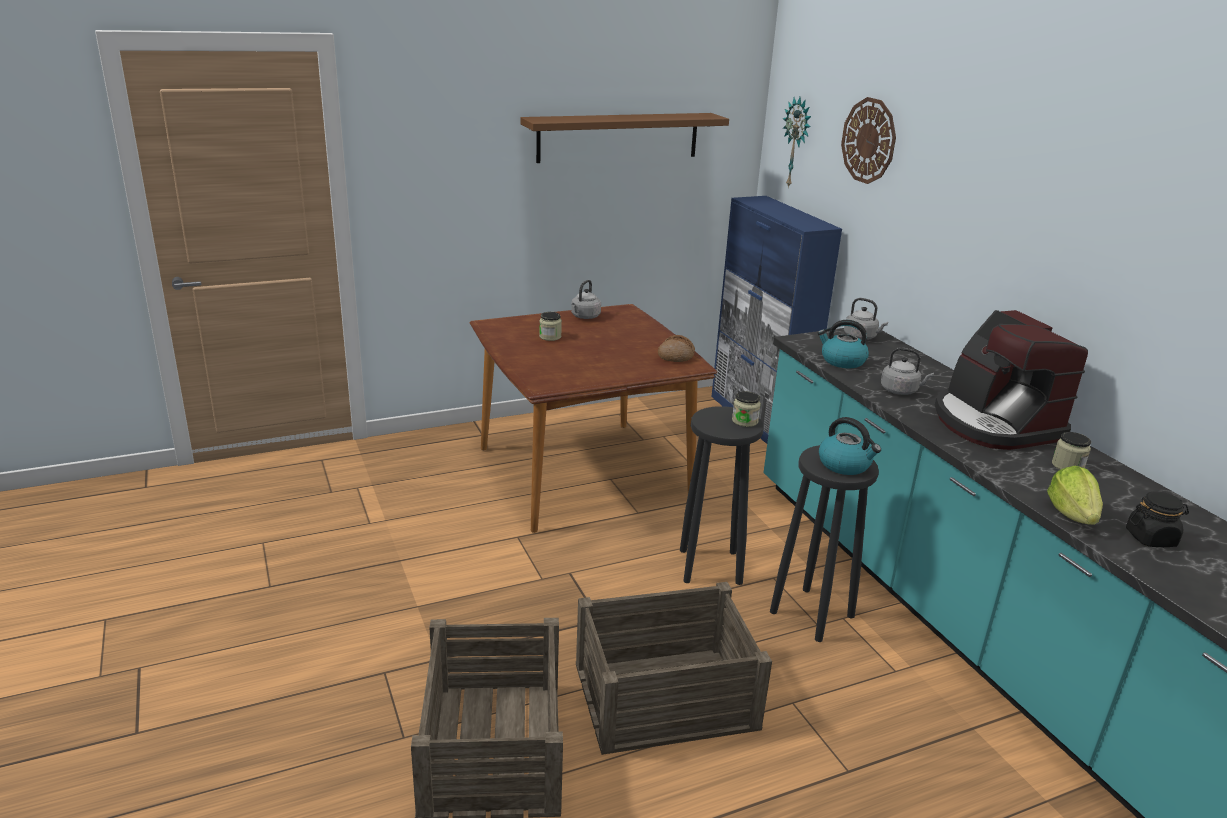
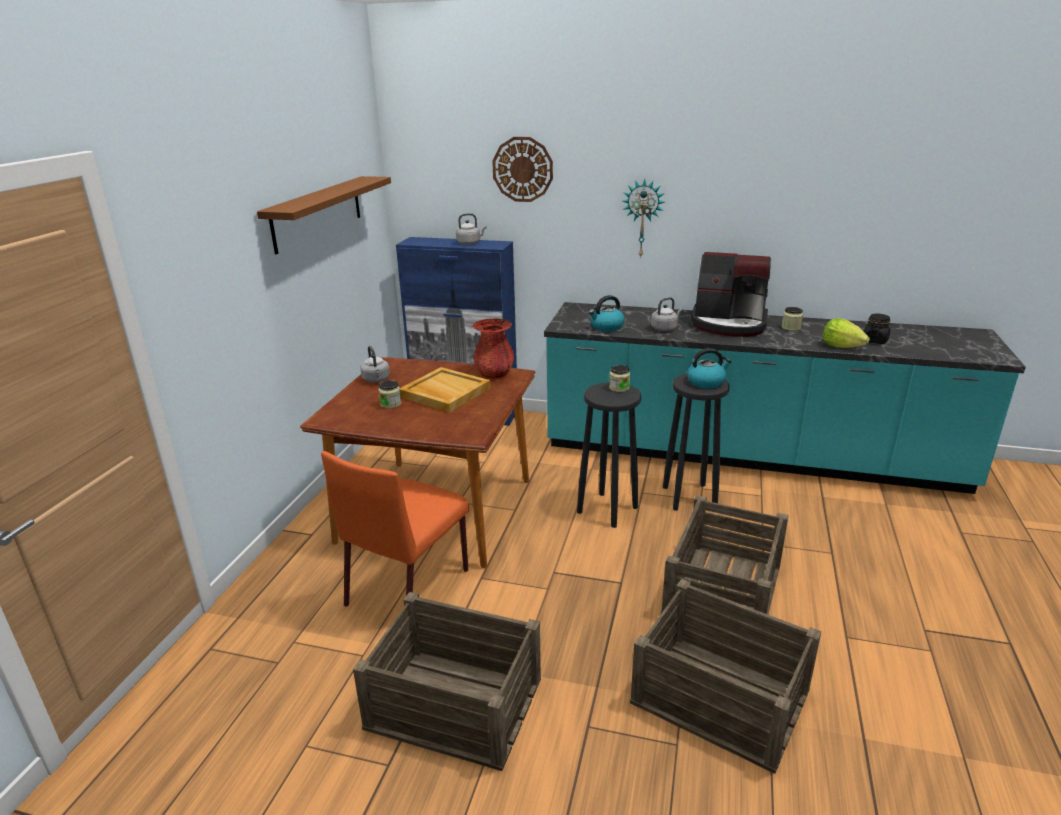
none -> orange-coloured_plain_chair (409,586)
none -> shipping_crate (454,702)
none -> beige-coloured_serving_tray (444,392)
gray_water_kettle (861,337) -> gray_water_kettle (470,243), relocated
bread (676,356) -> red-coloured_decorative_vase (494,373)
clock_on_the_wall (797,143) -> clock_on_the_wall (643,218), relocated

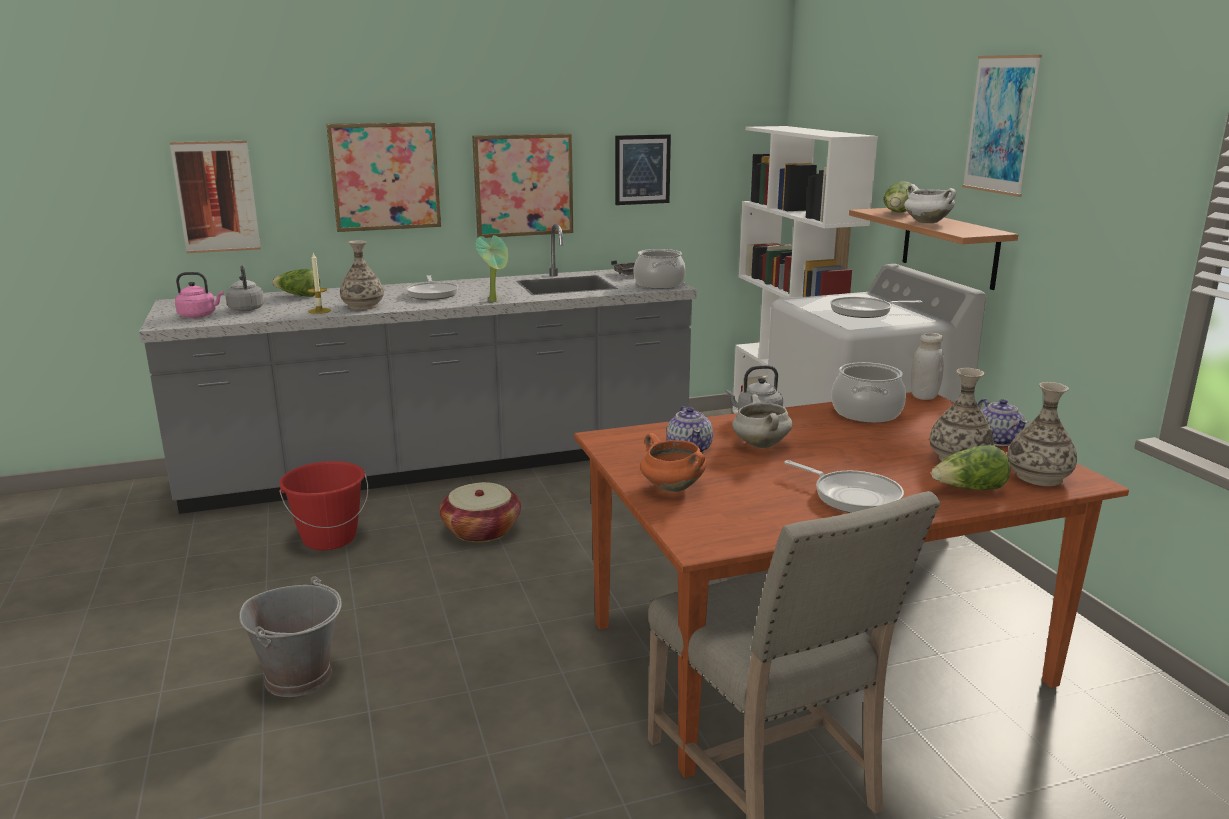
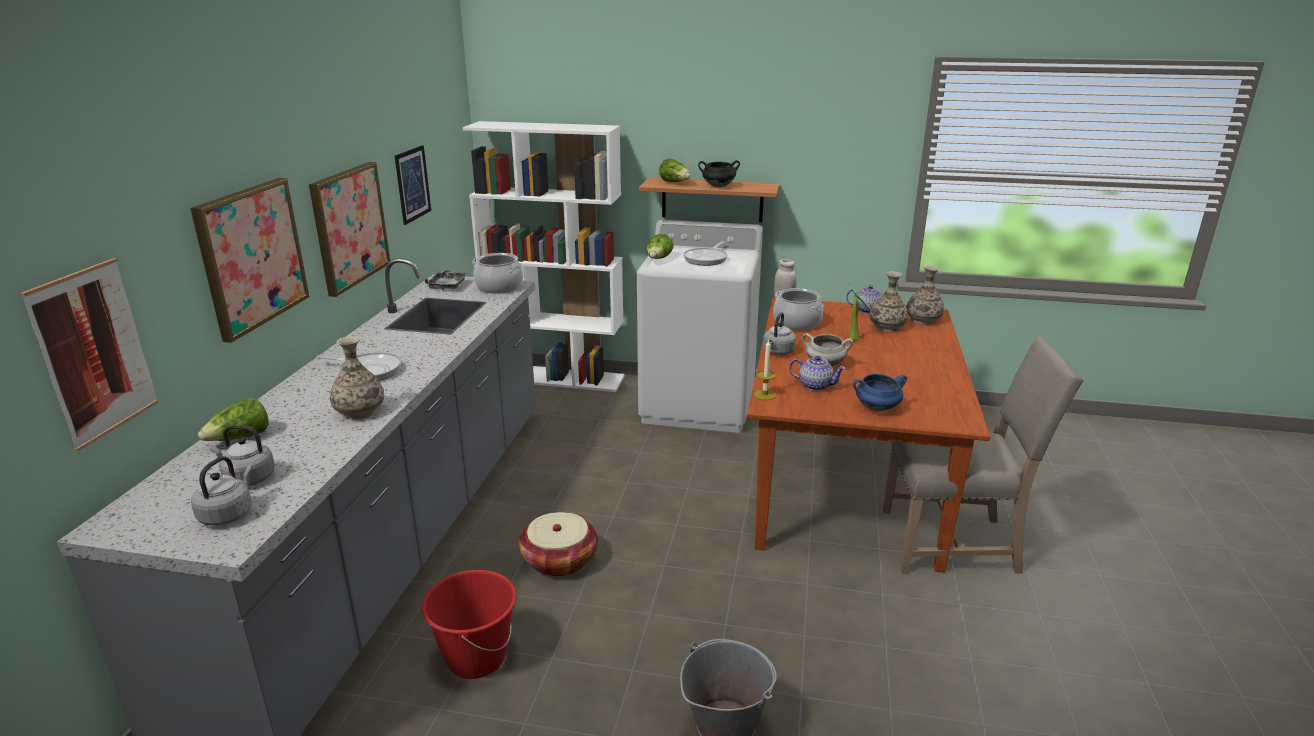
pink_water_kettle (199,315) -> gray_water_kettle (228,514)
lettuce_head (969,489) -> lettuce_head (659,259), relocated
white_stockpot (926,222) -> blackish_stockpot (718,186)
candle (319,311) -> candle (765,394), relocated
plant_in_a_pot (495,301) -> plant_in_a_pot (855,338), relocated
orange-coloured_stockpot (671,488) -> blue_stockpot (876,408)
pan (852,496) -> none
picture (1000,125) -> none

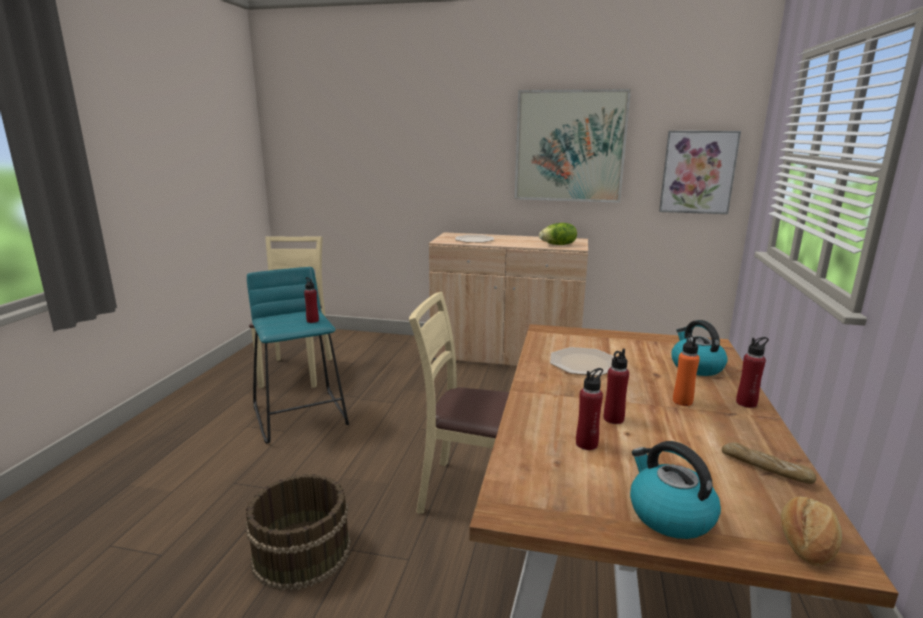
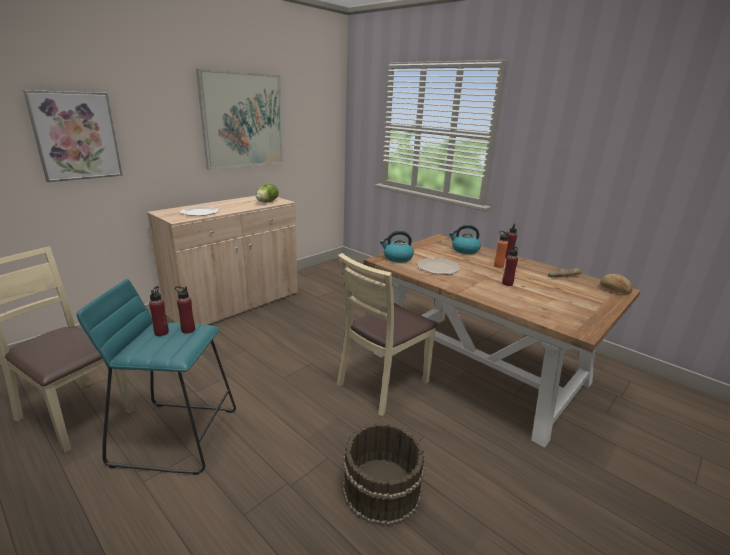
picture (697,172) -> picture (76,136), relocated
red-coloured_drink_bottle (587,444) -> red-coloured_drink_bottle (161,332), relocated
water_kettle (669,515) -> water_kettle (397,258), relocated

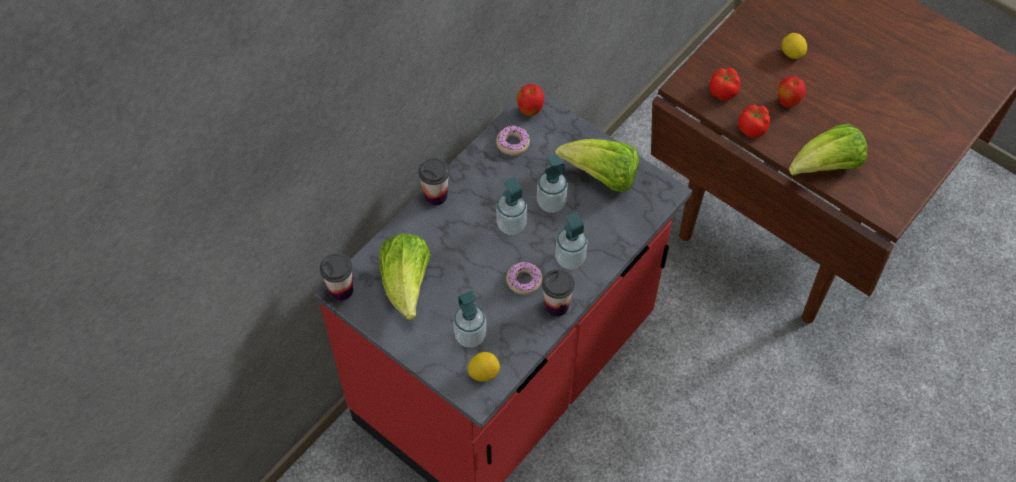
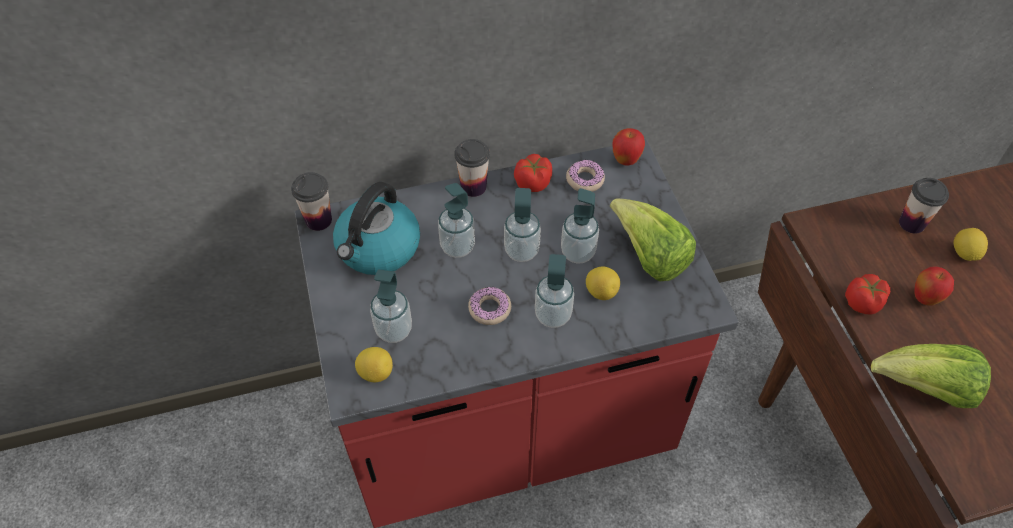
lettuce_head (406,285) -> water_kettle (378,249)
none -> soap_bottle (457,247)
fresh_tomato (723,91) -> fresh_tomato (533,183), relocated
none -> lemon (601,292)
drinking_cup (556,306) -> drinking_cup (911,223), relocated

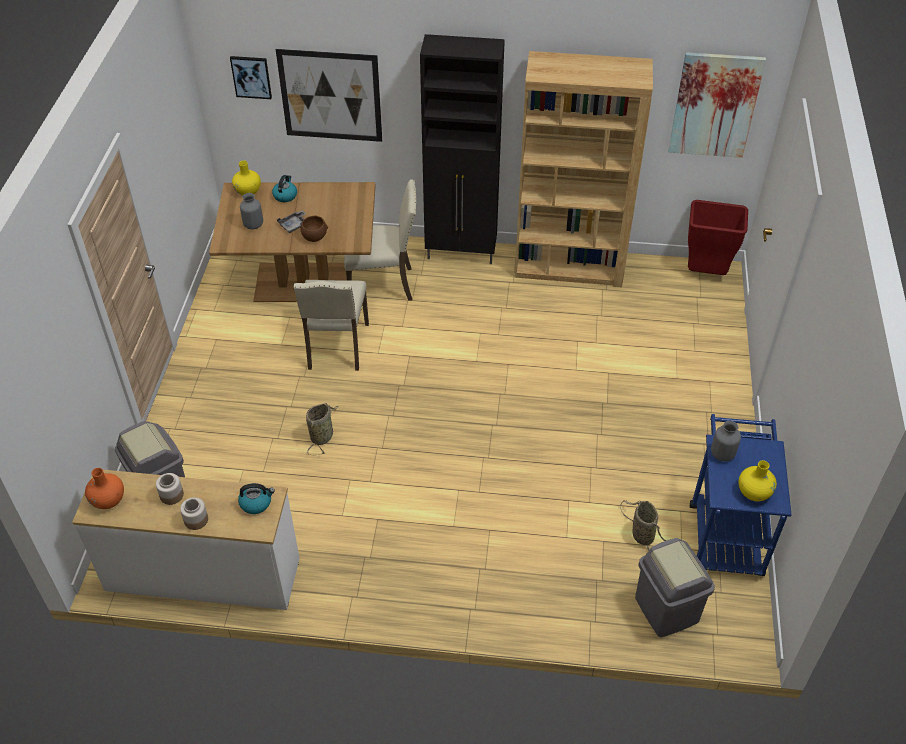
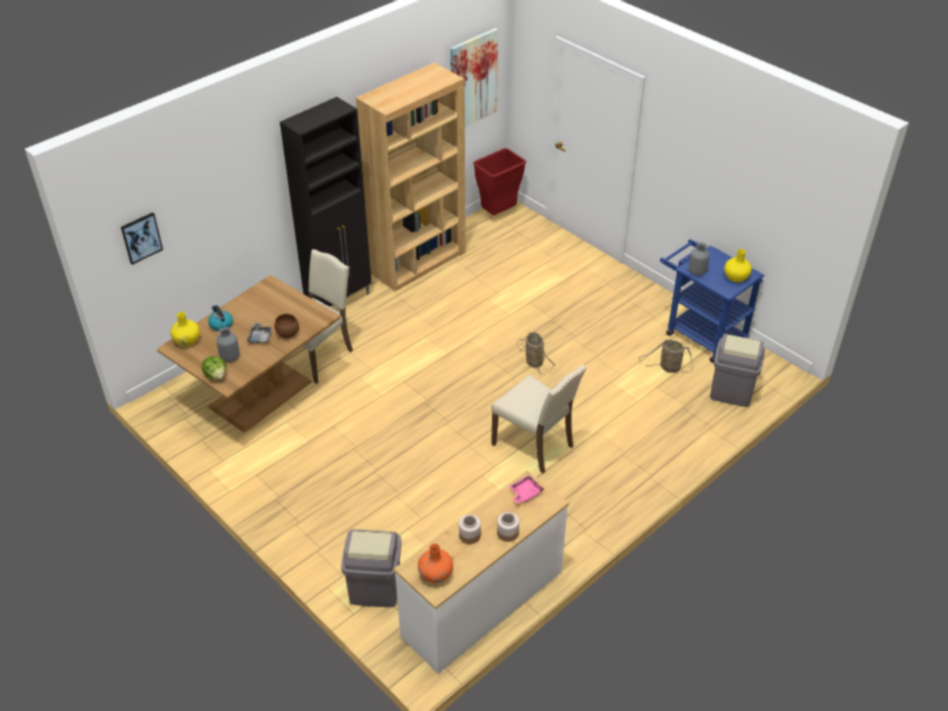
none -> lettuce_head (216,376)
beige-coloured_plain_chair (336,347) -> beige-coloured_plain_chair (535,445), relocated
water_kettle (256,503) -> pink_serving_tray (525,493)
household_basket (322,436) -> household_basket (533,361), relocated
picture (330,96) -> none

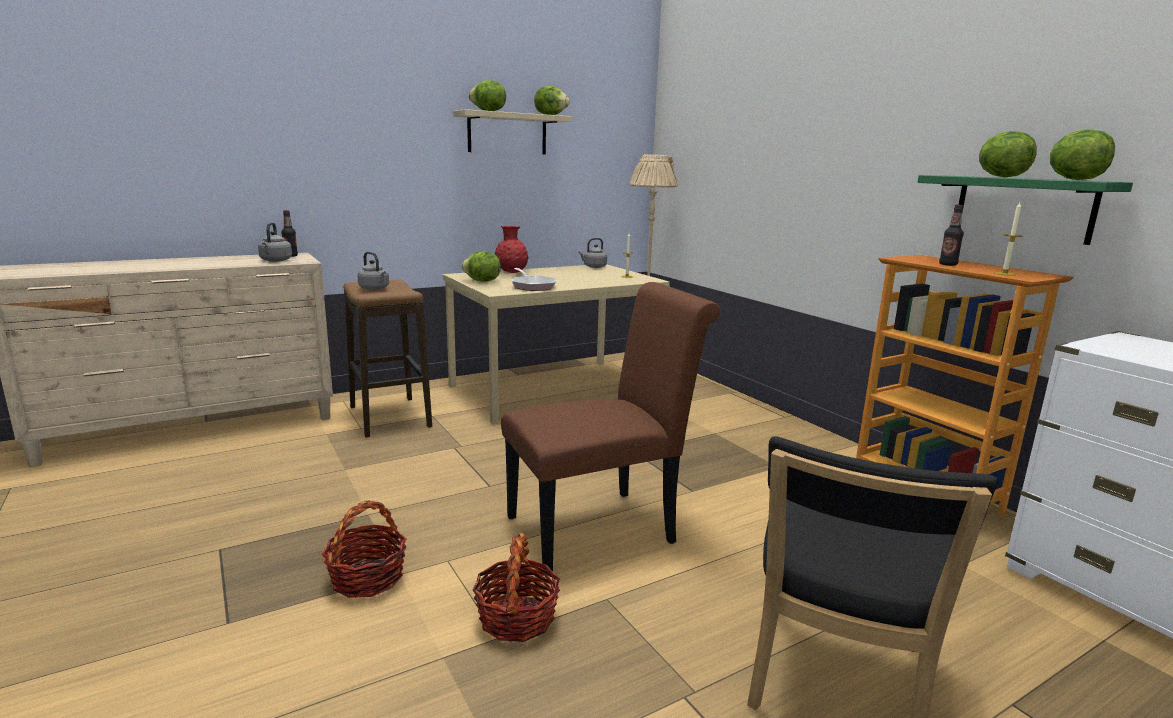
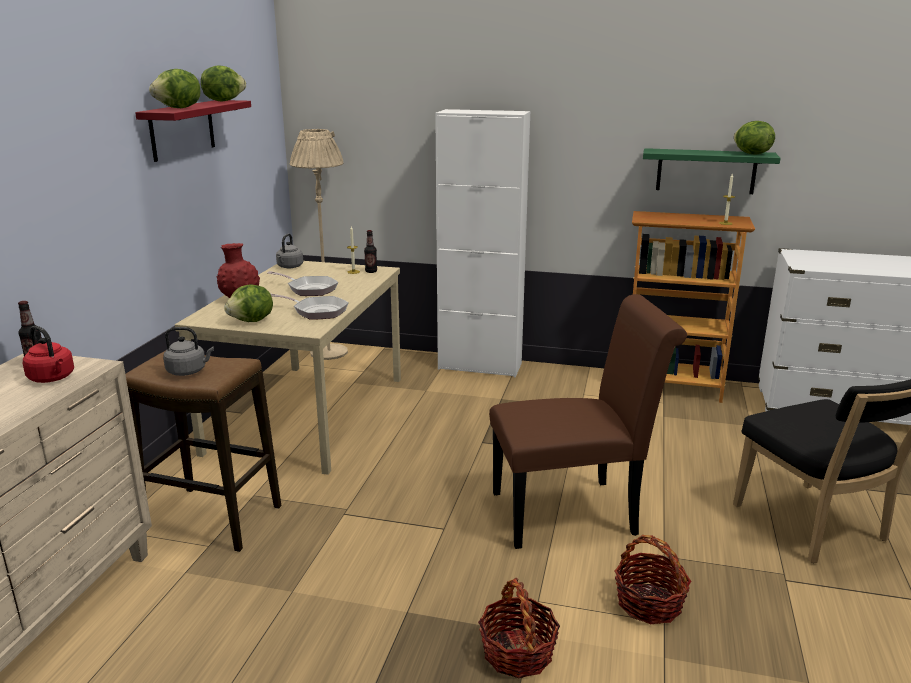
gray_water_kettle (275,260) -> red-coloured_water_kettle (53,378)
beige-coloured_bracket_shelf (507,133) -> red-coloured_bracket_shelf (182,129)
none -> pan (309,289)
drink_bottle (948,264) -> drink_bottle (371,271), relocated
none -> white_storage_cabinet (480,366)
brown-coloured_plain_chair (601,527) -> brown-coloured_plain_chair (573,512), 60 degrees clockwise
lettuce_head (1000,177) -> none

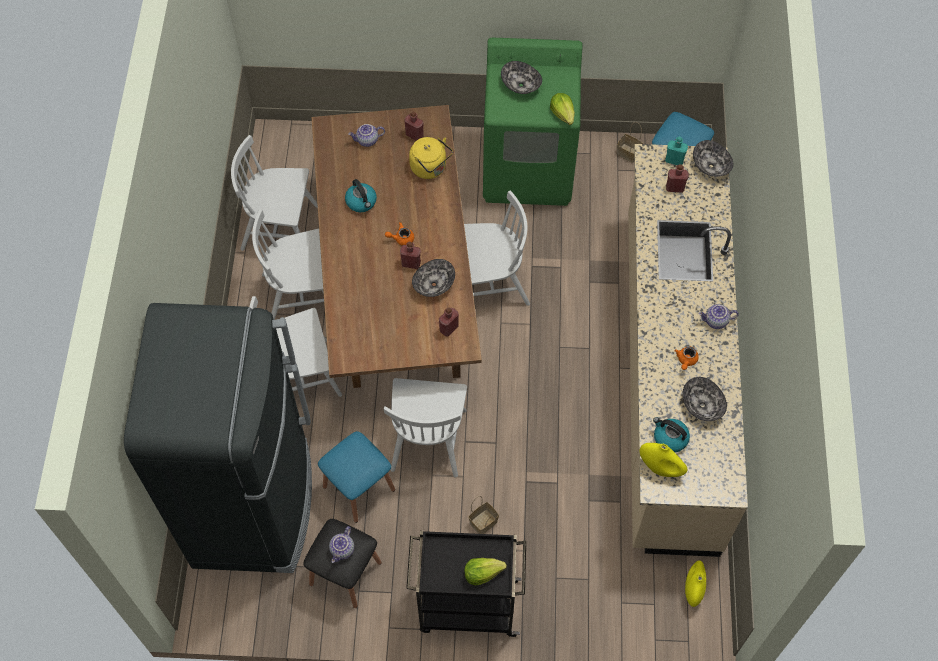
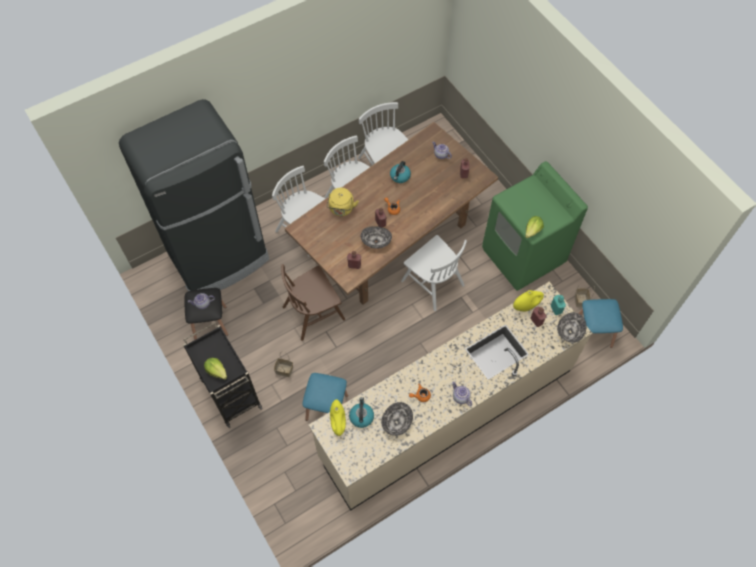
white_plain_chair (428,439) -> brown-coloured_plain_chair (314,312)
blue_sitting_stool (359,488) -> blue_sitting_stool (327,407), relocated
yellow_water_kettle (430,168) -> yellow_water_kettle (341,209), relocated
yellow_decorative_vase (693,589) -> yellow_decorative_vase (526,306), relocated
serving_bowl (521,85) -> none

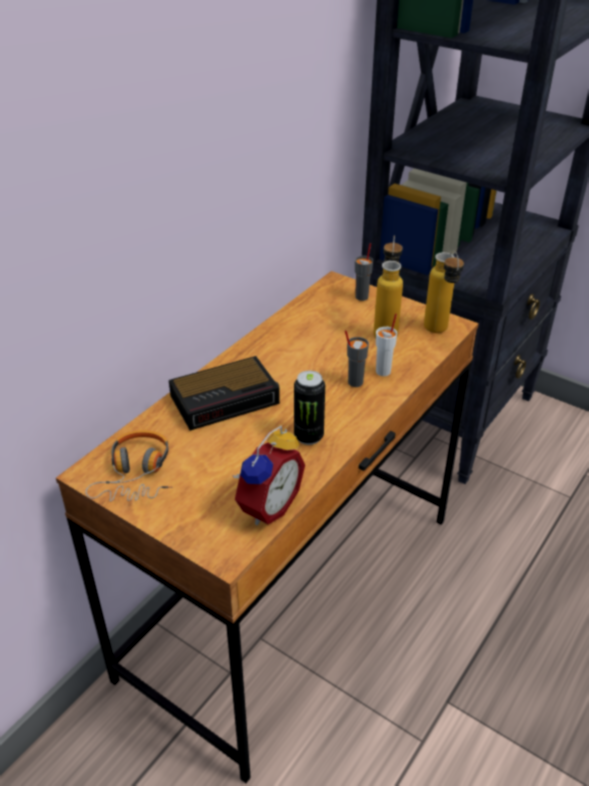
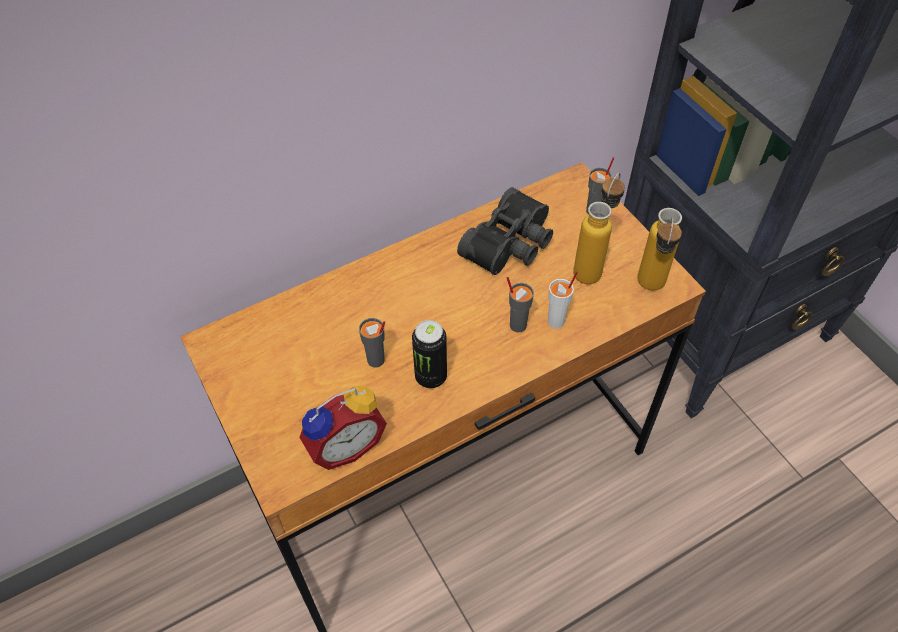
none -> gray_drinking_cup (376,360)
none -> blackish_binoculars (511,245)
headset (137,474) -> none
bedside_clock (227,399) -> none

